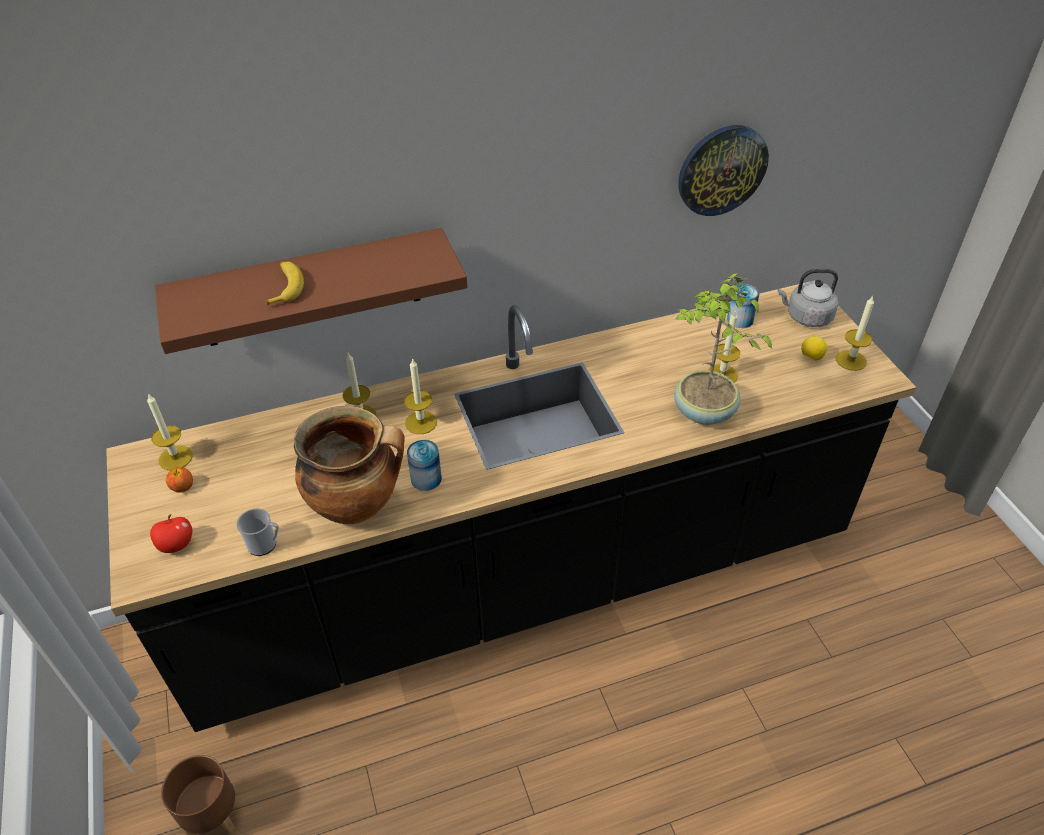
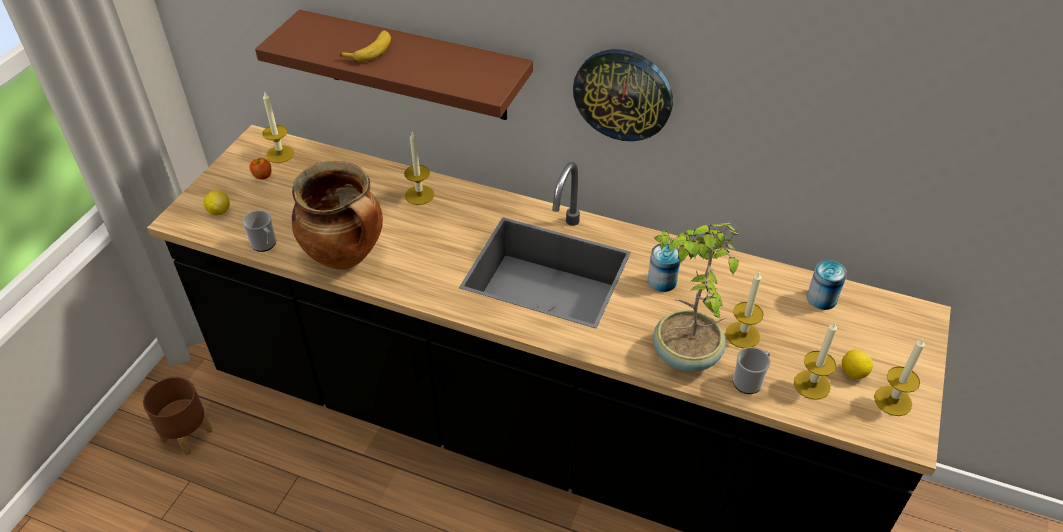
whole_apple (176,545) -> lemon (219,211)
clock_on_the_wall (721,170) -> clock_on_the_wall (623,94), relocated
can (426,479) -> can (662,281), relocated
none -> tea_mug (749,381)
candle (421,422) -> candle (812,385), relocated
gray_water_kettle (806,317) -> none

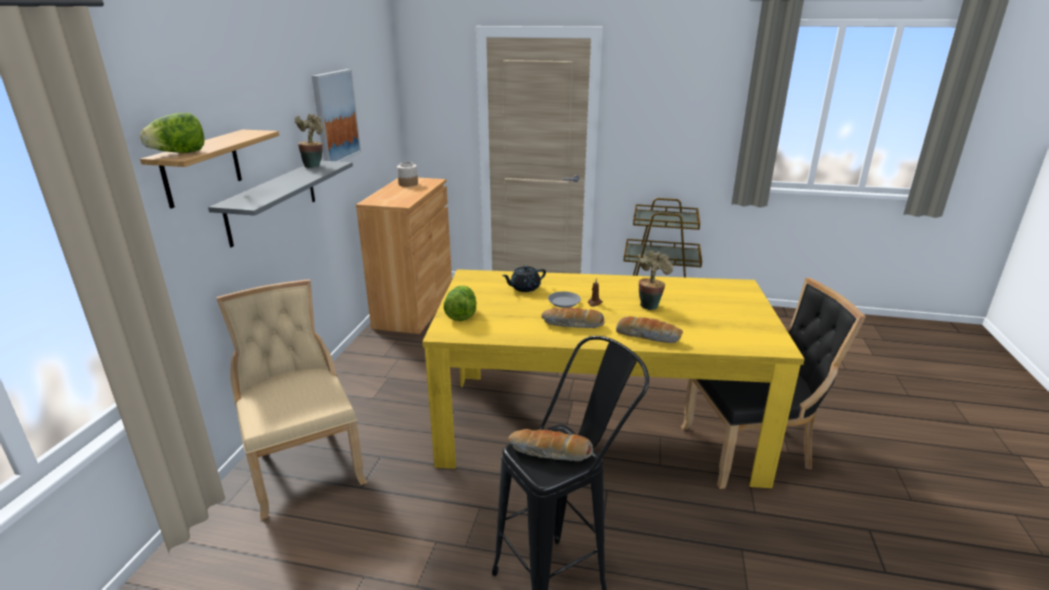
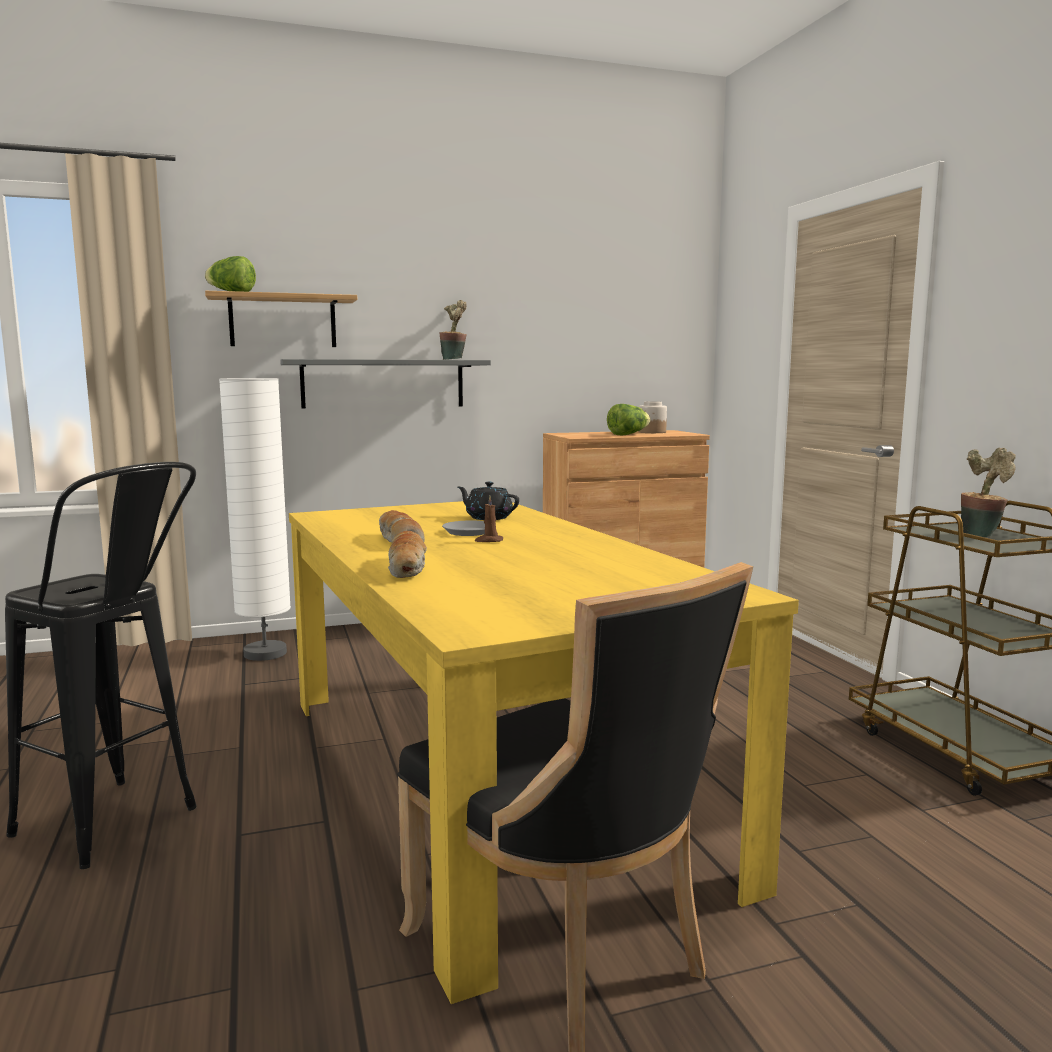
beige-coloured_plain_chair (304,464) -> white_floor_lamp (265,653)
lettuce_head (461,314) -> lettuce_head (628,434), relocated
plant_in_a_pot (649,305) -> plant_in_a_pot (981,535), relocated
picture (335,116) -> none
bread (550,453) -> none

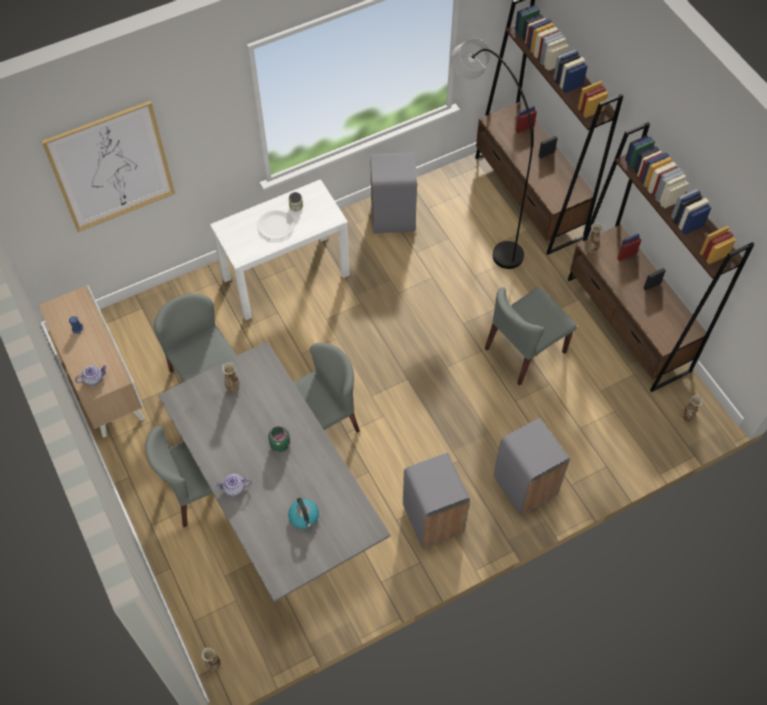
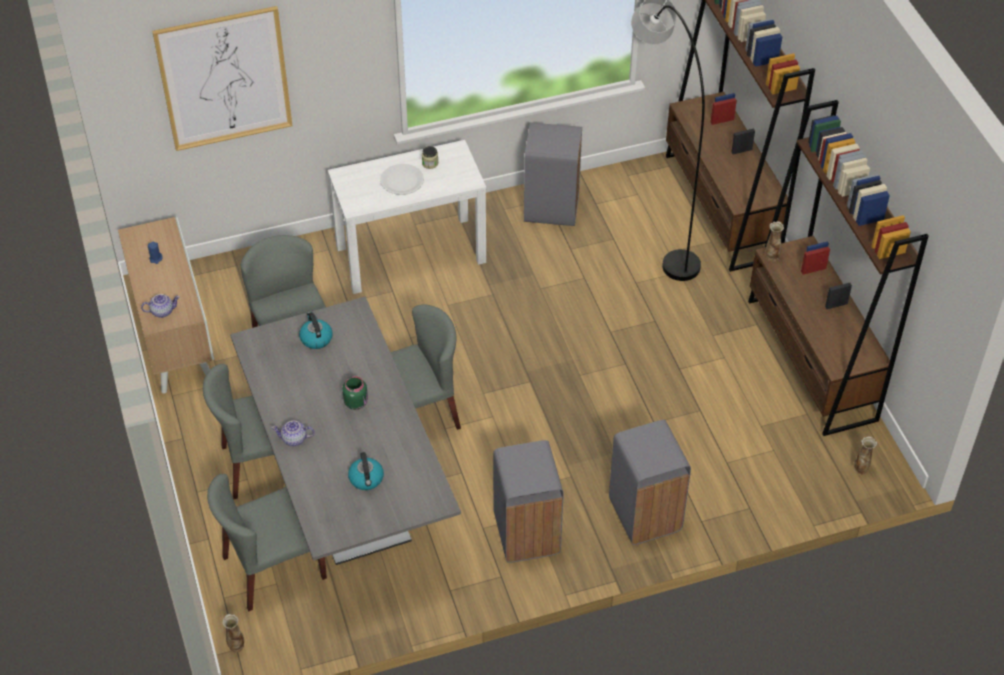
gray_plain_chair (525,351) -> gray_plain_chair (273,568), relocated
decorative_vase (233,388) -> water_kettle (316,338)

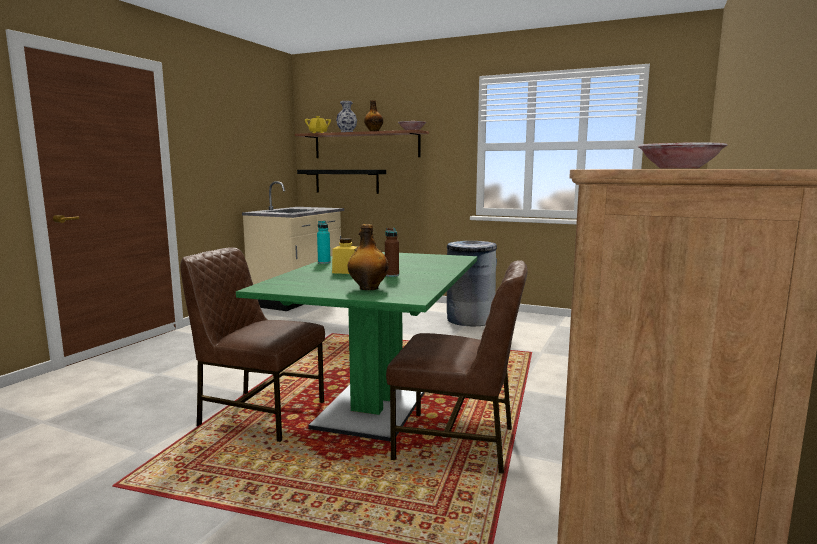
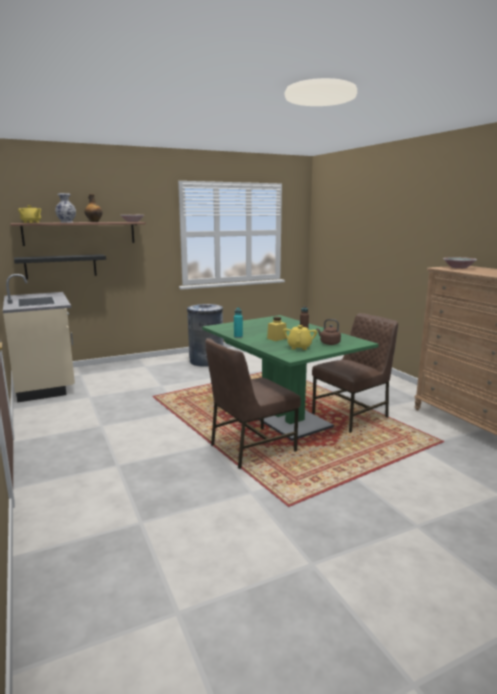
none -> yellow_tea_pot (299,347)
drink_bottle (368,288) -> brown-coloured_water_kettle (328,343)

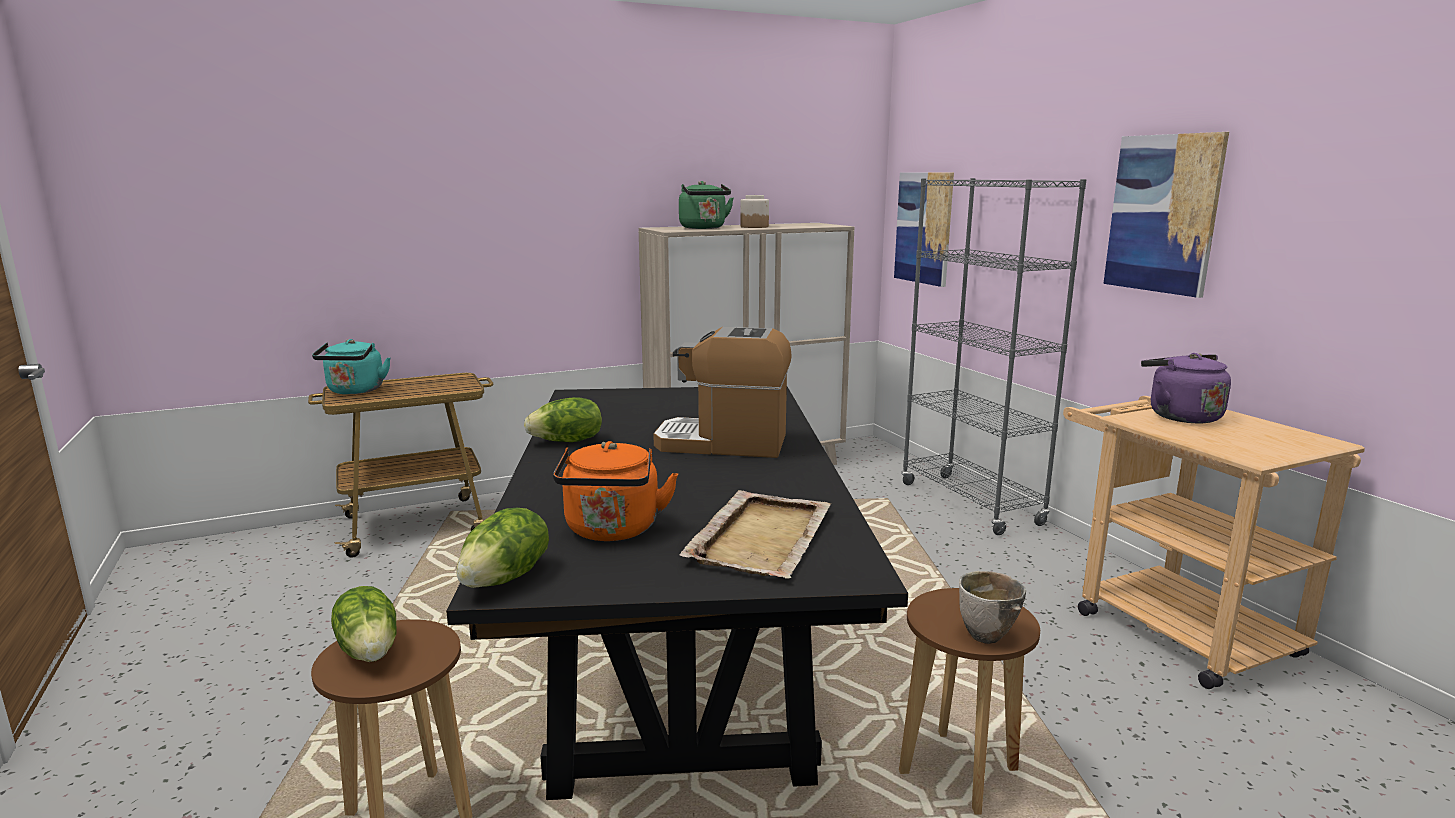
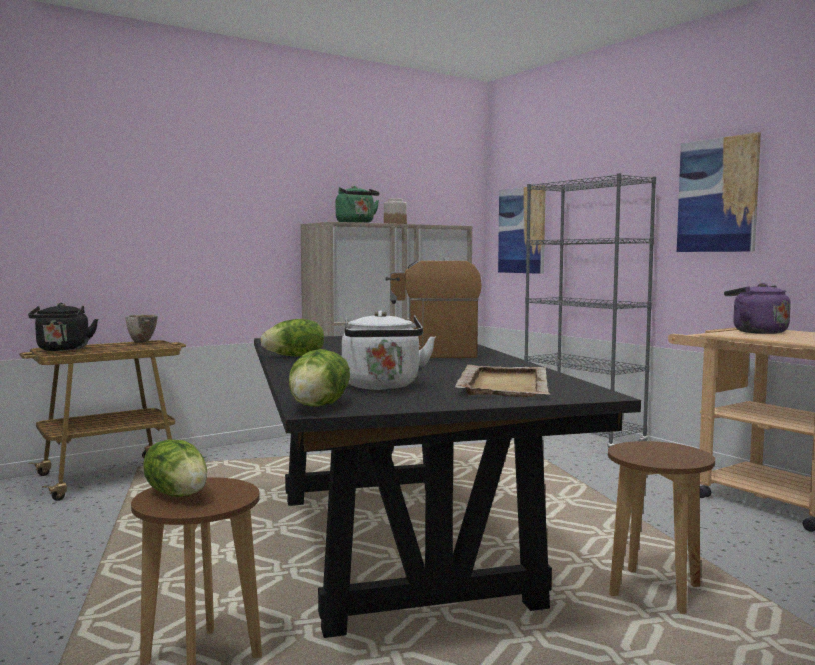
turquoise-coloured_water_kettle (355,391) -> blackish_water_kettle (63,349)
serving_bowl (987,637) -> serving_bowl (142,342), relocated
orange-coloured_water_kettle (612,531) -> white_water_kettle (382,386)

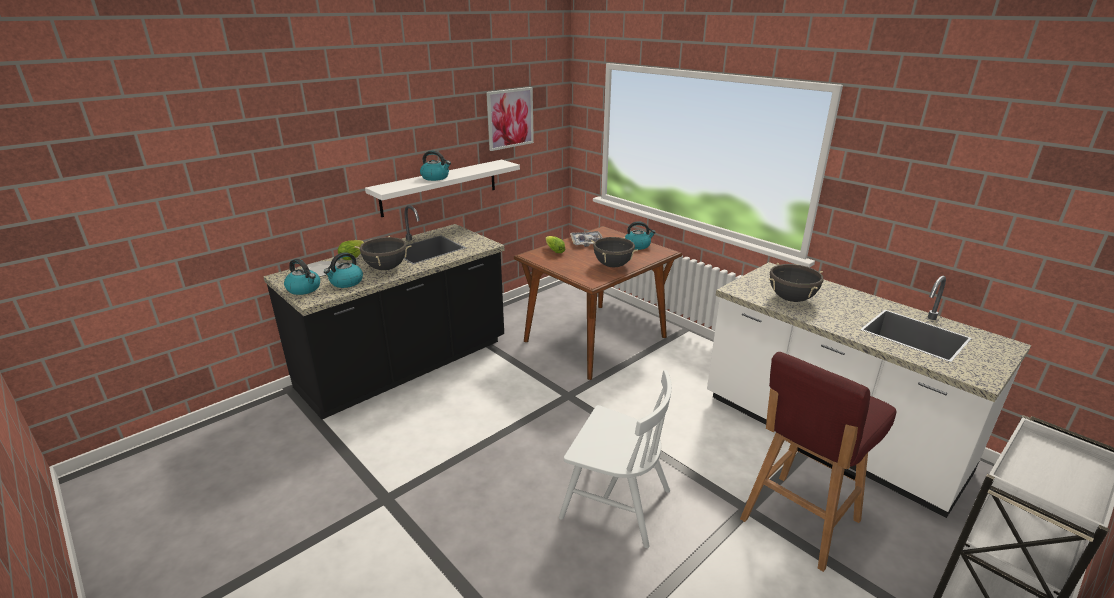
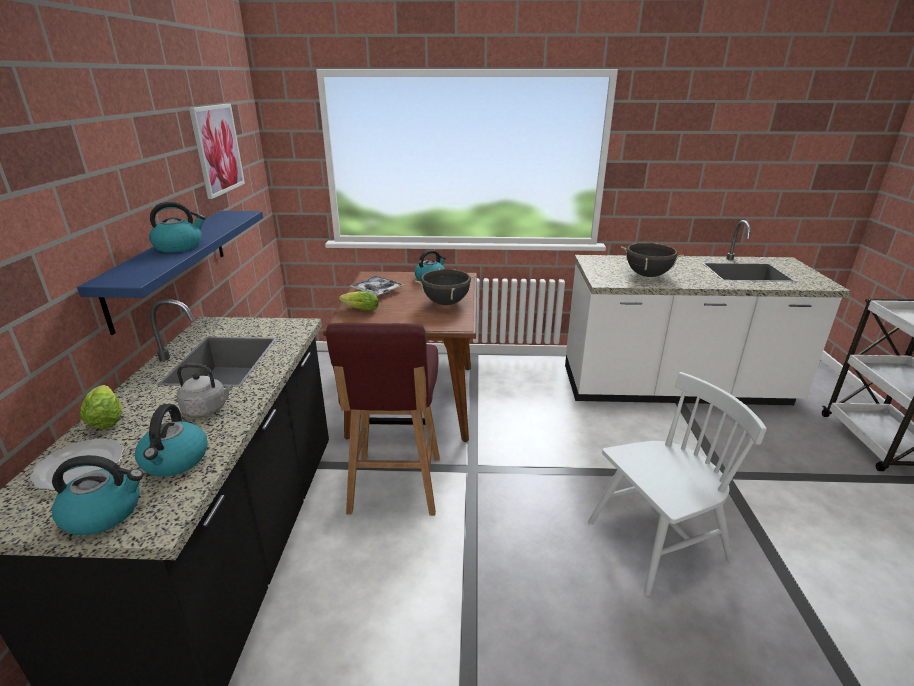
white_bracket_shelf (440,187) -> blue_bracket_shelf (170,265)
blackish_stockpot (386,268) -> gray_water_kettle (207,409)
red-coloured_sitting_stool (798,521) -> red-coloured_sitting_stool (395,486), relocated

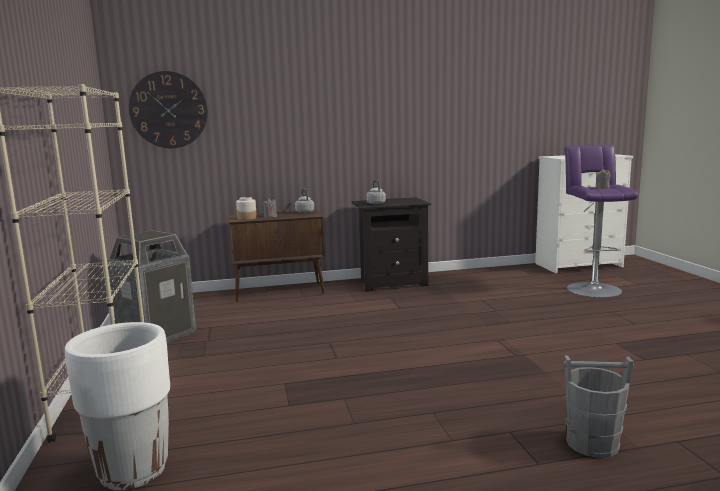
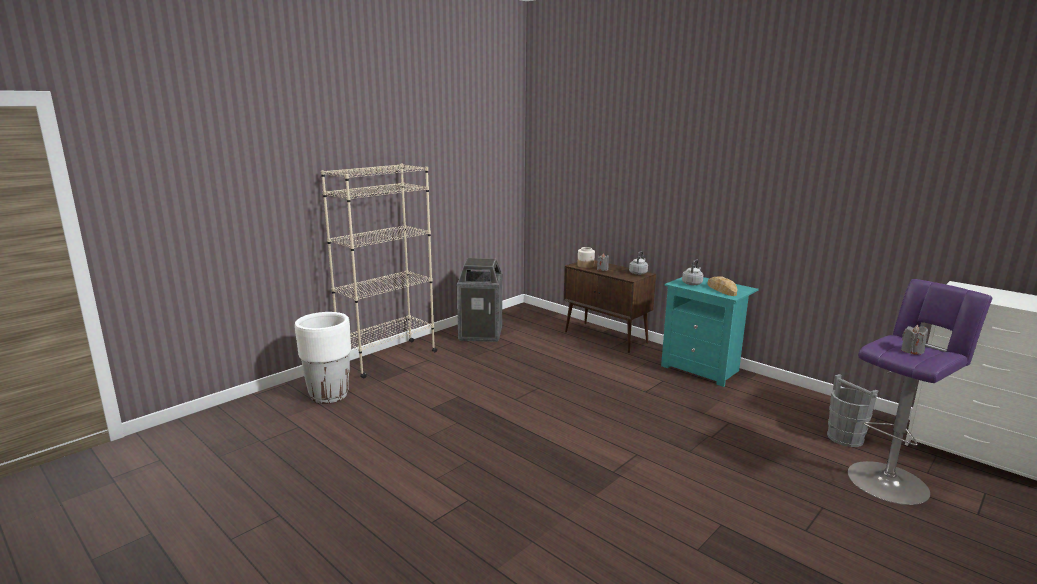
blackish_bedside_table (391,282) -> turquoise-coloured_bedside_table (702,369)
none -> bread (721,289)
gray_bucket (593,443) -> gray_bucket (845,438), relocated
clock_on_the_wall (168,110) -> none

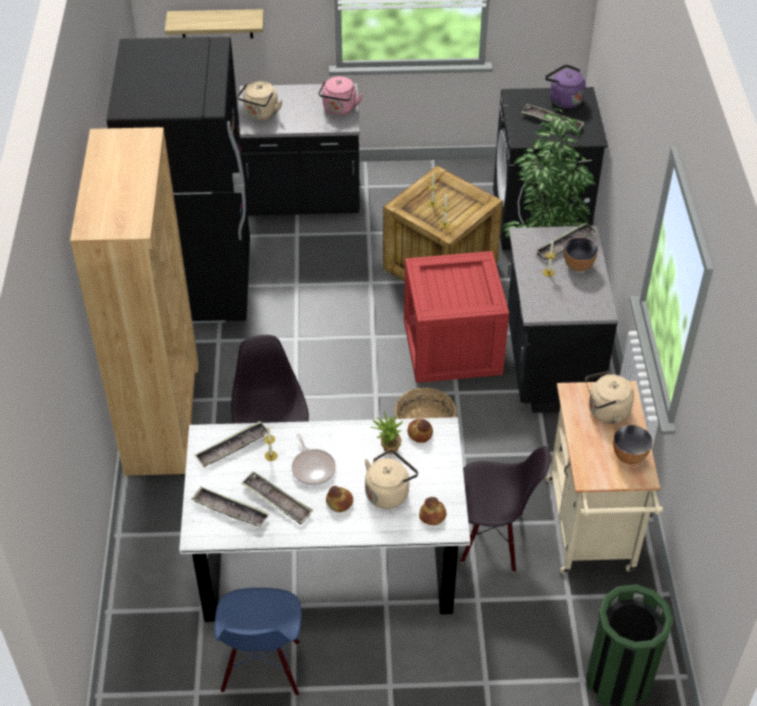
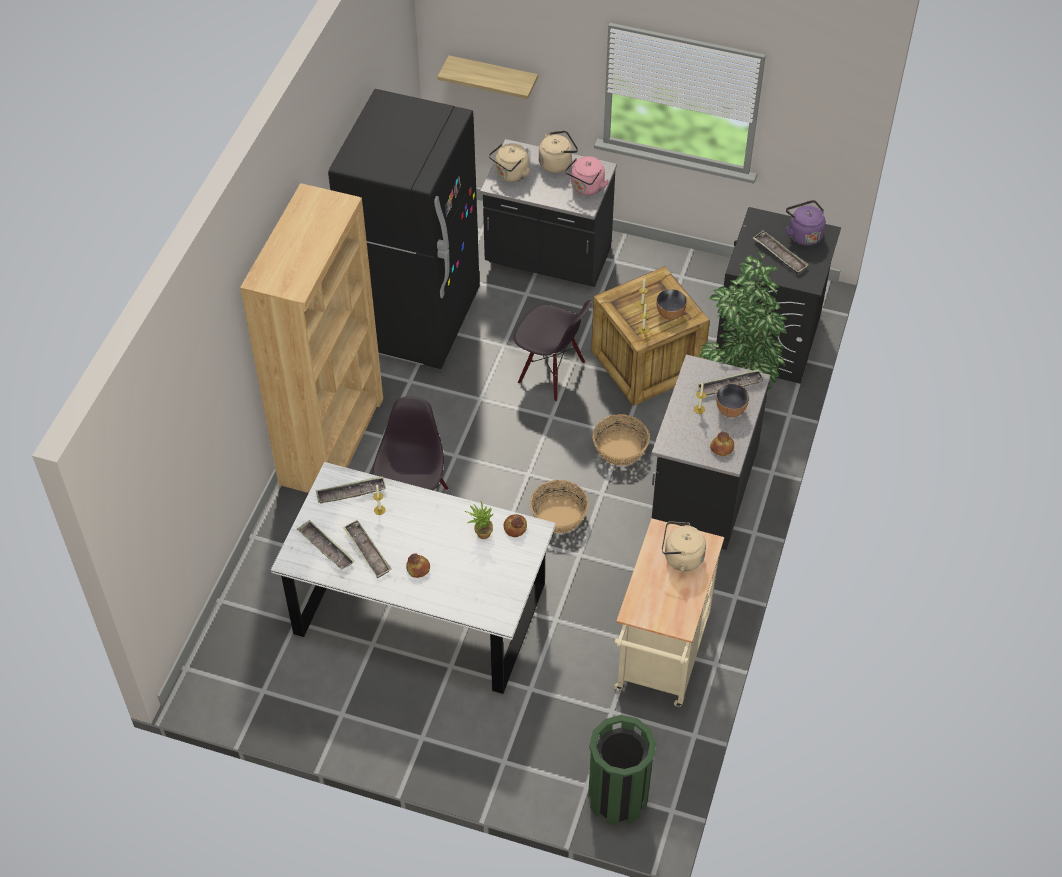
blackish_plain_chair (492,539) -> blackish_plain_chair (551,373), relocated
beige-coloured_water_kettle (389,492) -> beige-coloured_water_kettle (557,163), relocated
shipping_crate (454,347) -> household_basket (620,449)
serving_bowl (628,456) -> serving_bowl (670,314), relocated
bread (432,515) -> bread (722,448), relocated
blue_plain_chair (262,668) -> none
pan (313,467) -> none

